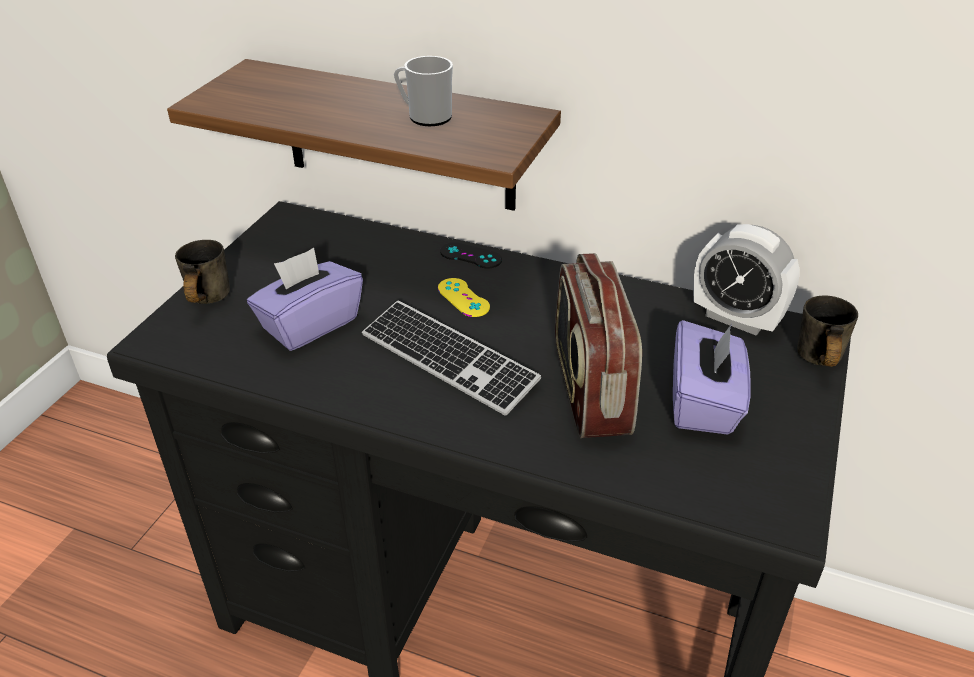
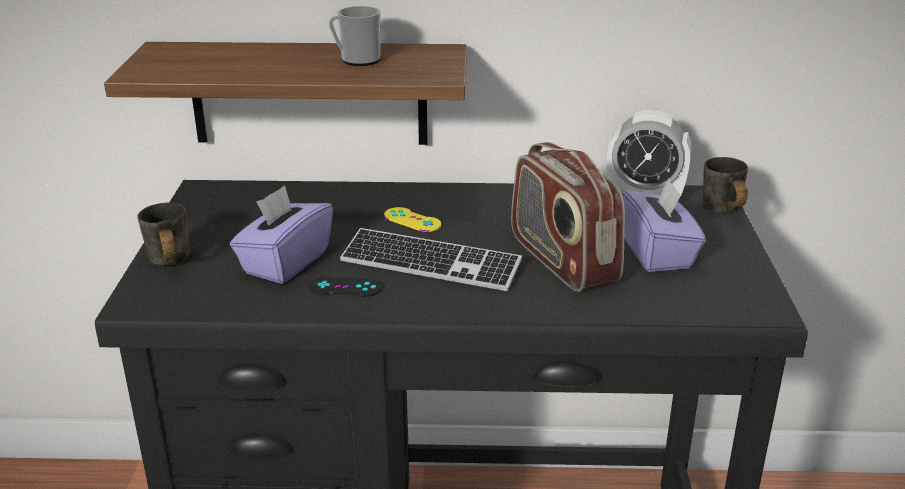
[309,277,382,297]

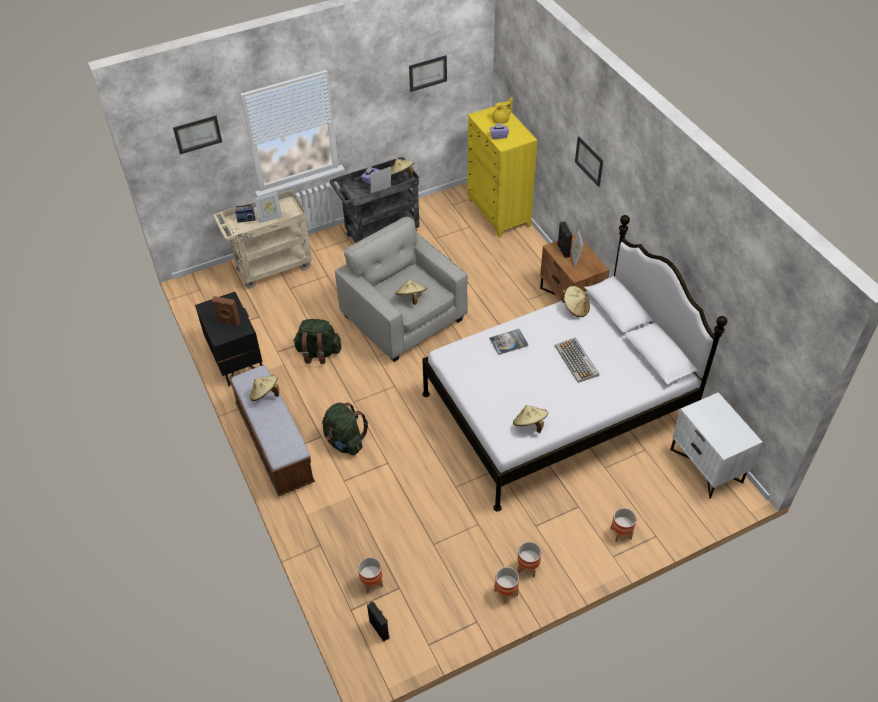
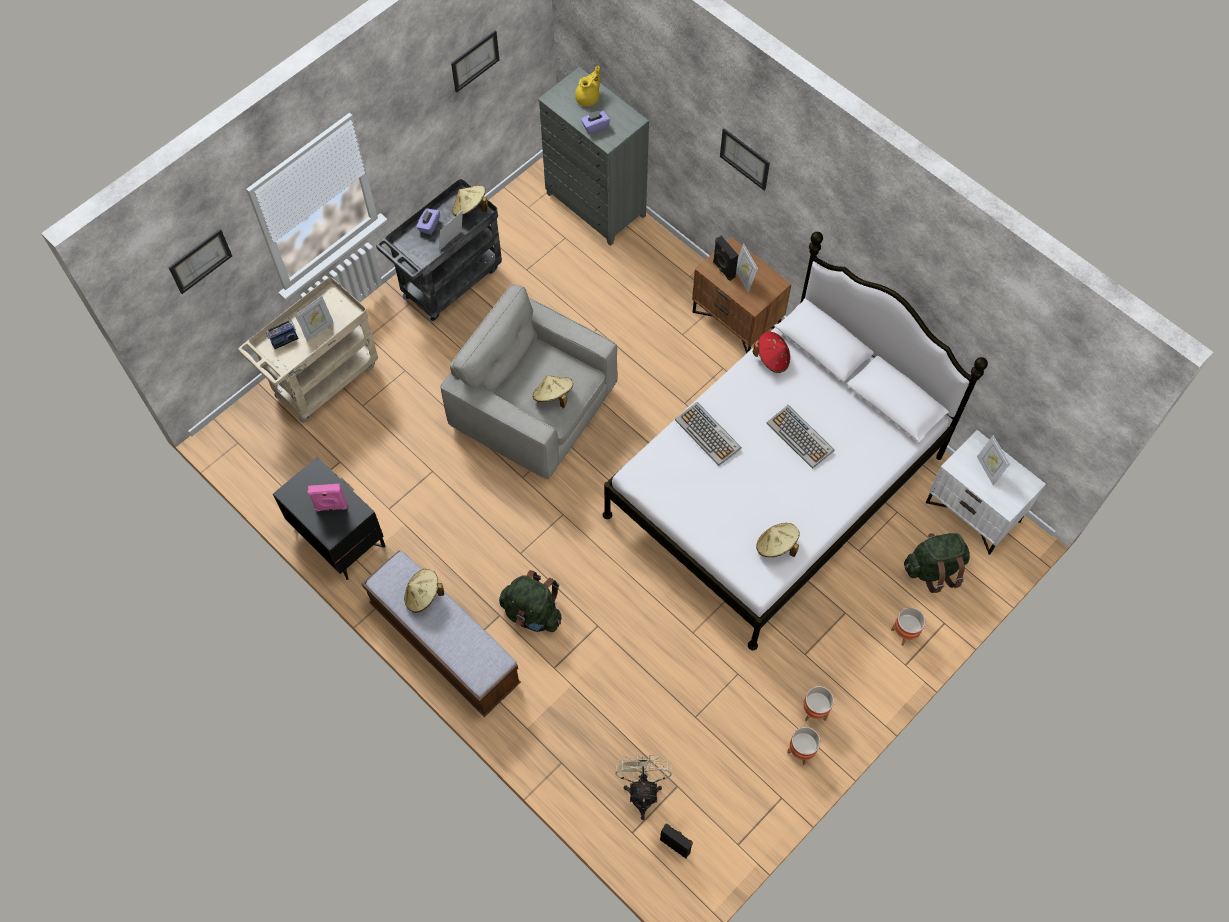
[308,484,347,511]
[904,533,970,593]
[616,754,672,820]
[538,67,649,246]
[675,402,741,466]
[753,331,790,373]
[977,435,1010,485]

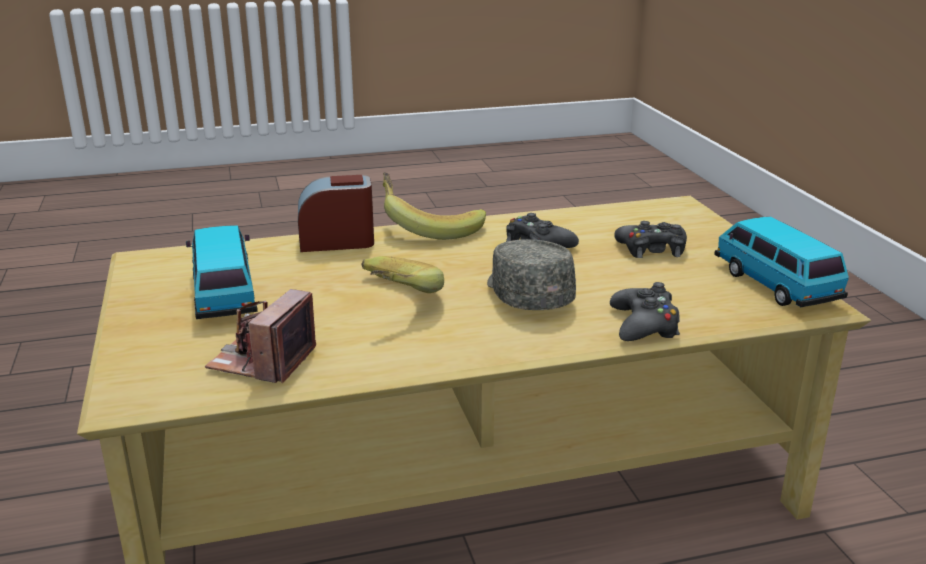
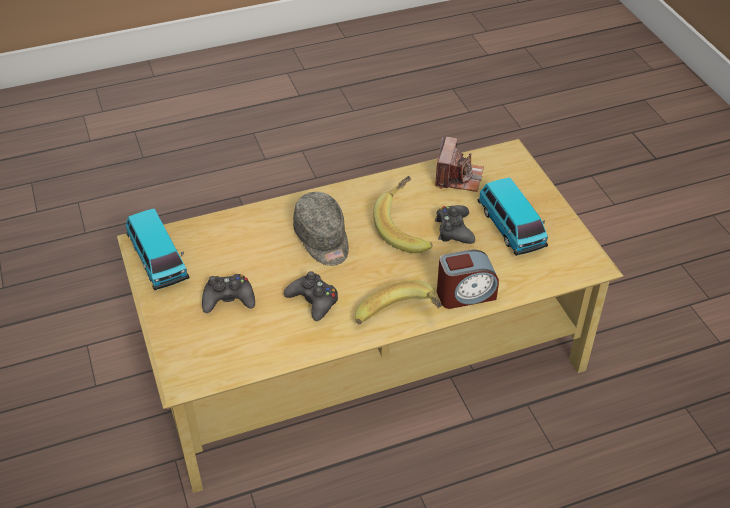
[435,205,475,244]

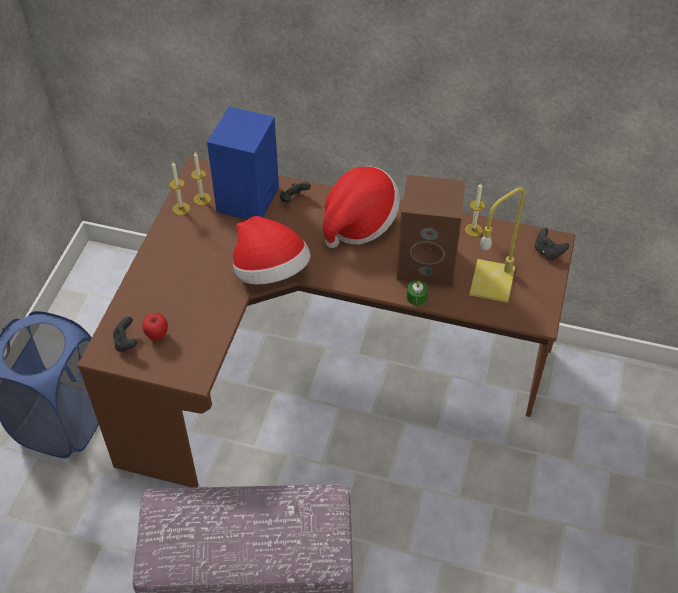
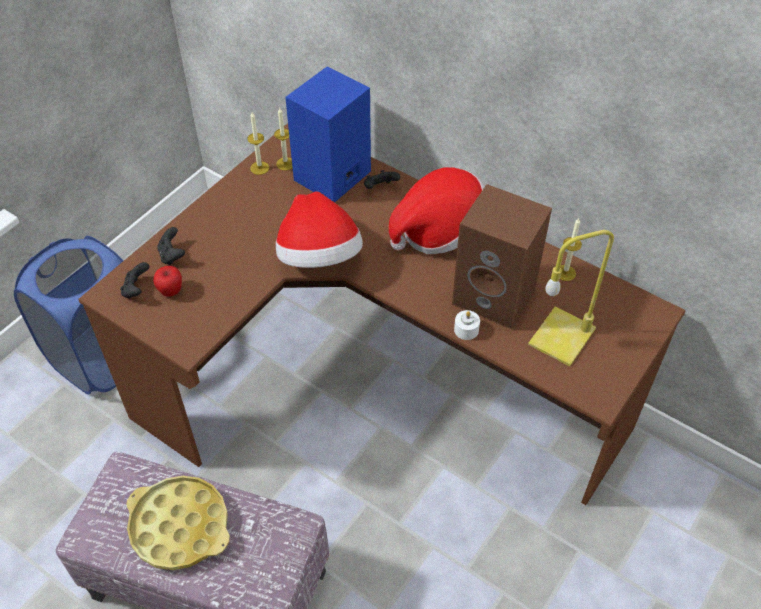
[454,310,480,340]
[157,227,185,265]
[126,476,230,570]

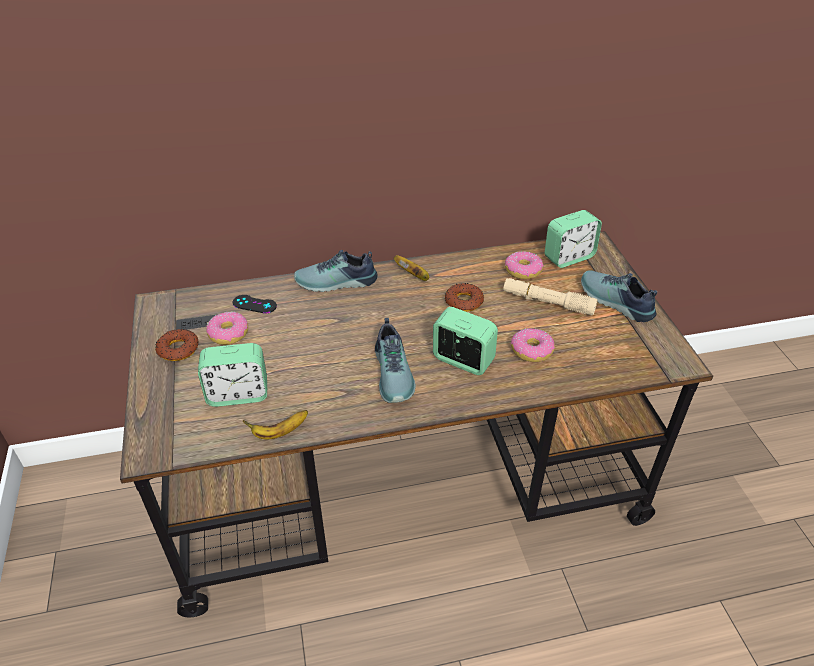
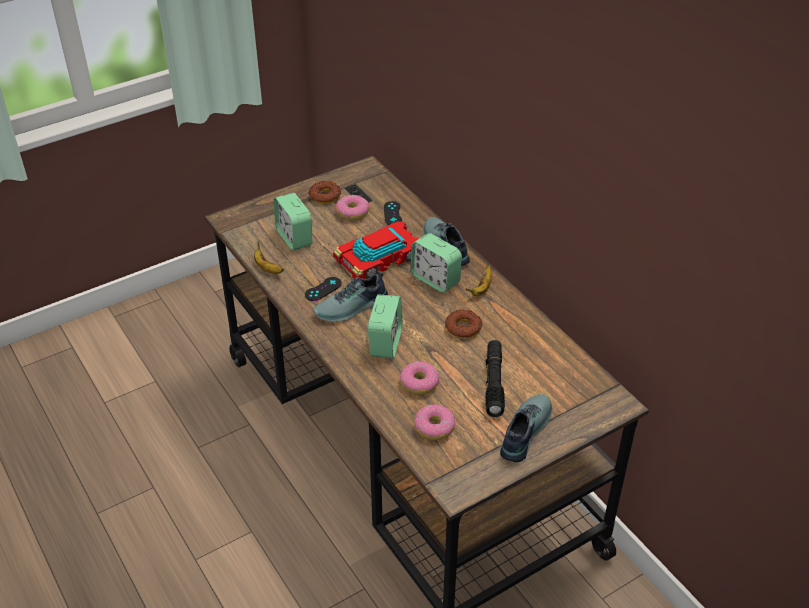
[485,340,505,417]
[414,404,455,440]
[411,233,462,293]
[305,277,342,301]
[333,221,419,279]

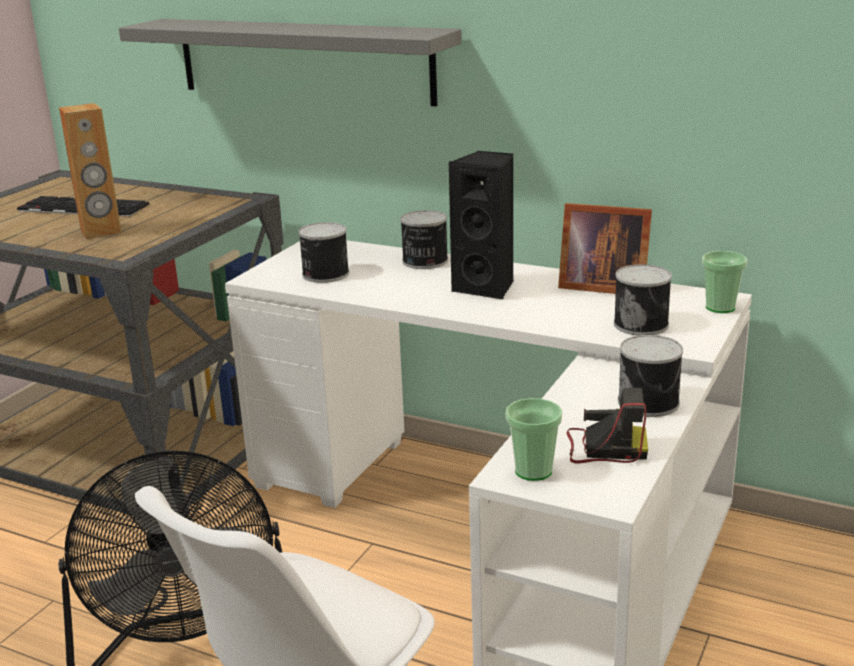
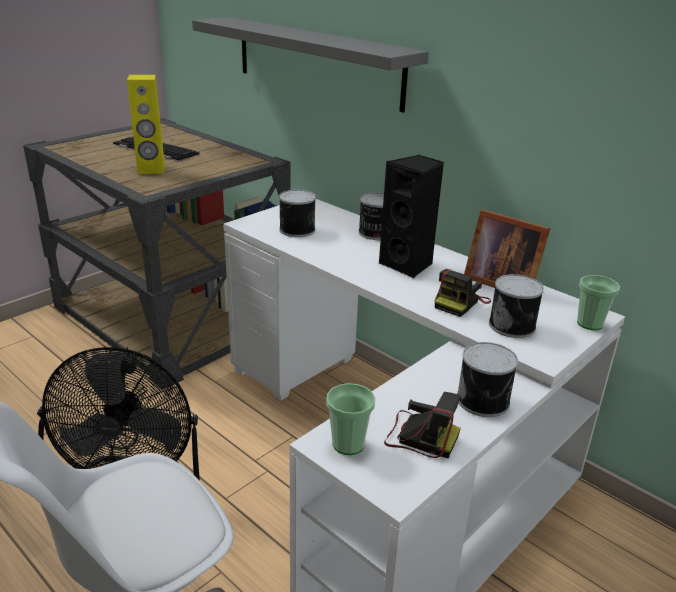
[127,75,165,174]
[435,269,491,317]

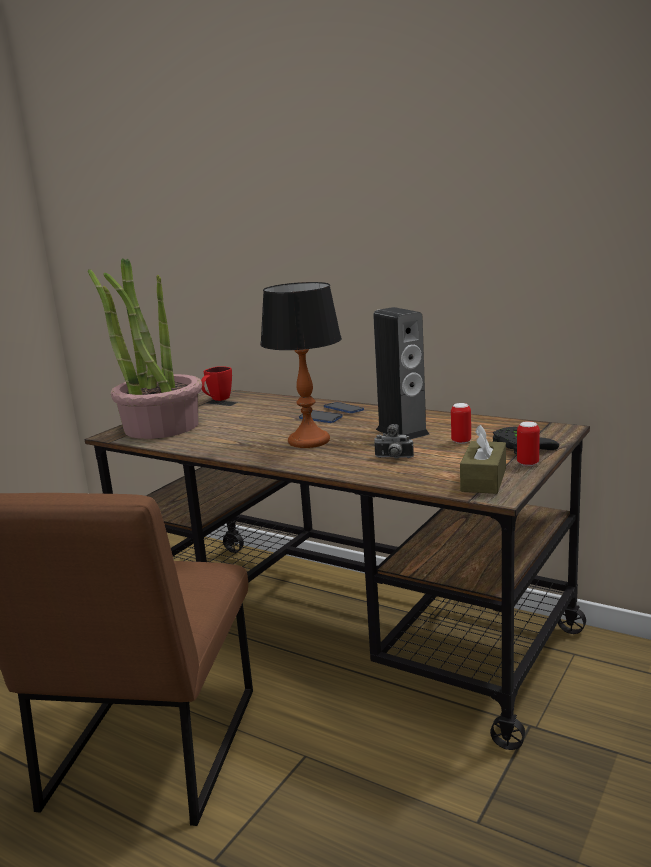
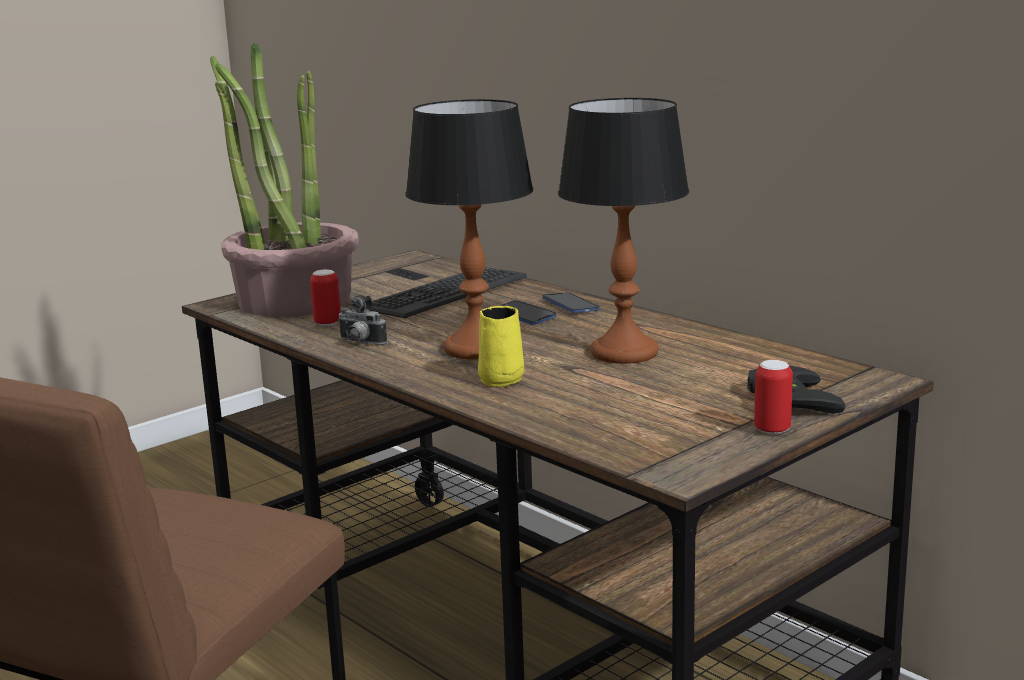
[201,366,232,401] (first image)
[558,98,689,364]
[338,295,387,345]
[310,269,341,326]
[460,425,506,494] (first image)
[368,267,527,318]
[478,306,524,387]

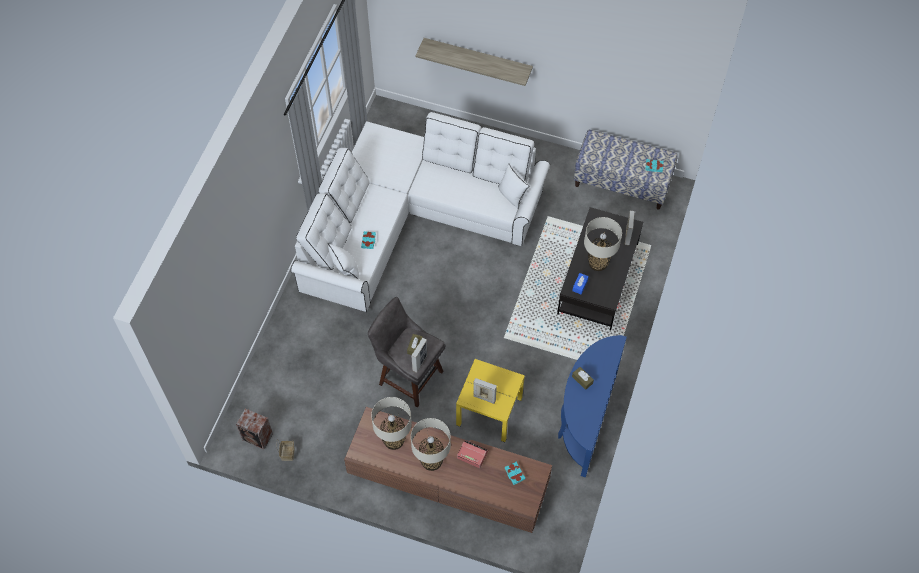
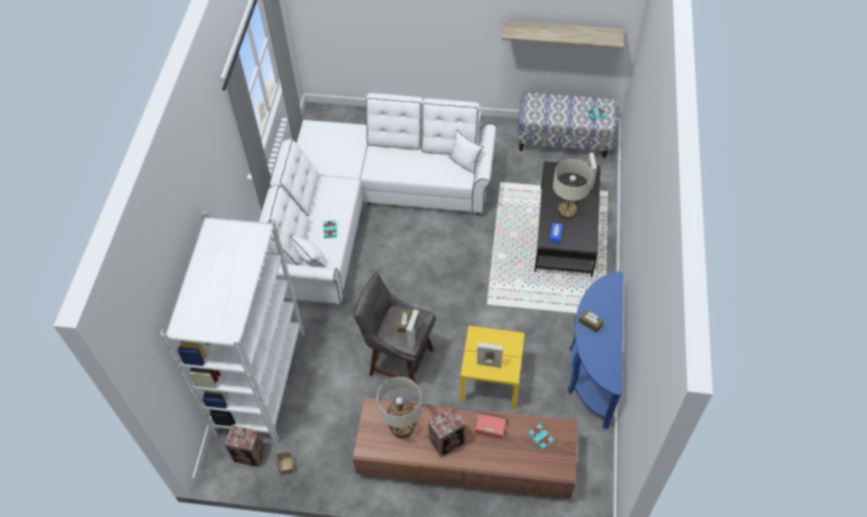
[428,407,466,457]
[502,21,624,48]
[160,212,304,443]

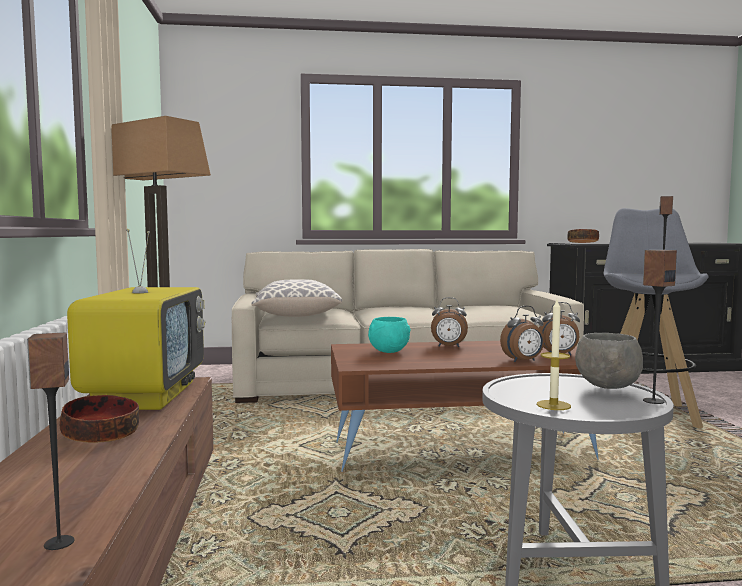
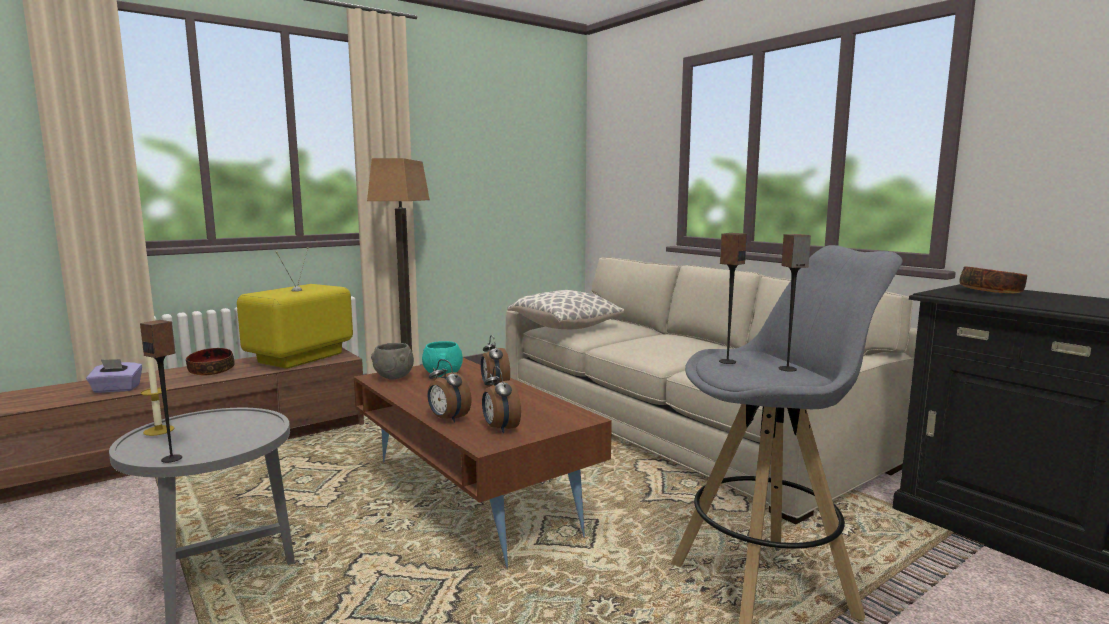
[719,233,747,364]
[237,247,353,369]
[371,343,414,379]
[86,359,142,393]

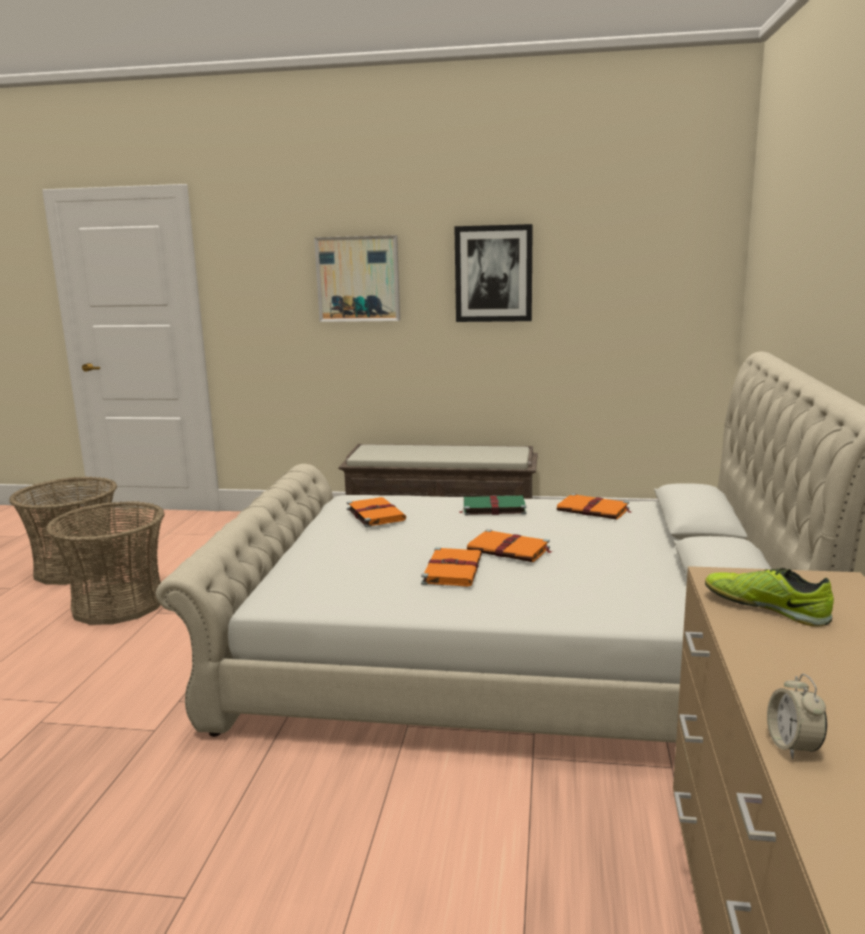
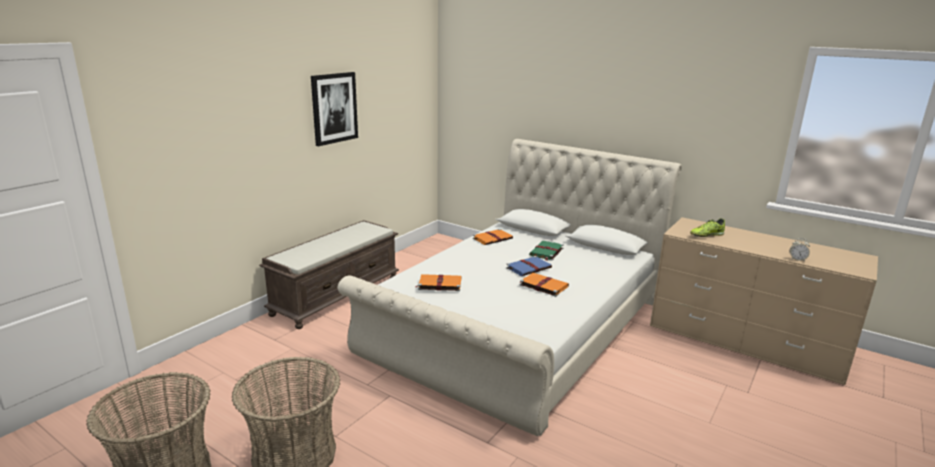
[314,235,400,322] (first image)
[529,241,564,261]
[506,256,552,276]

